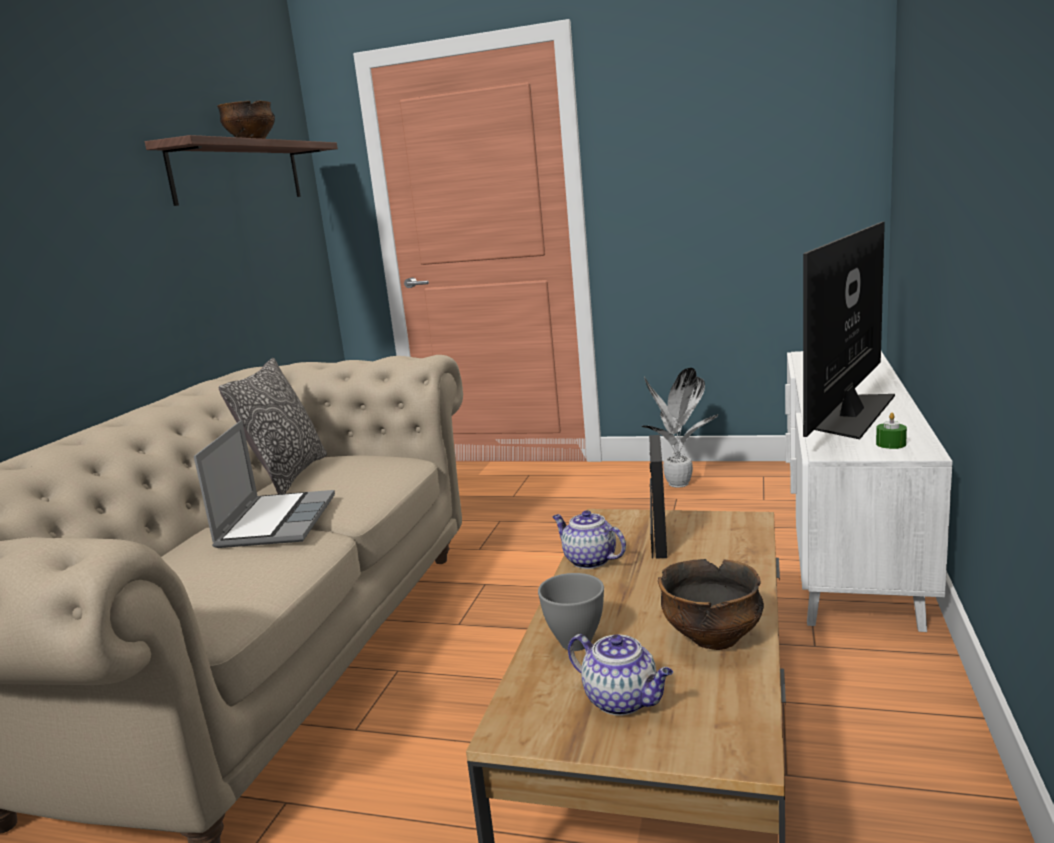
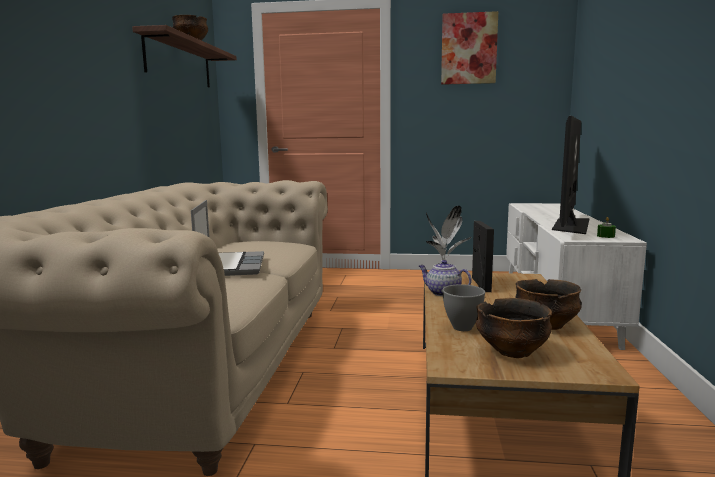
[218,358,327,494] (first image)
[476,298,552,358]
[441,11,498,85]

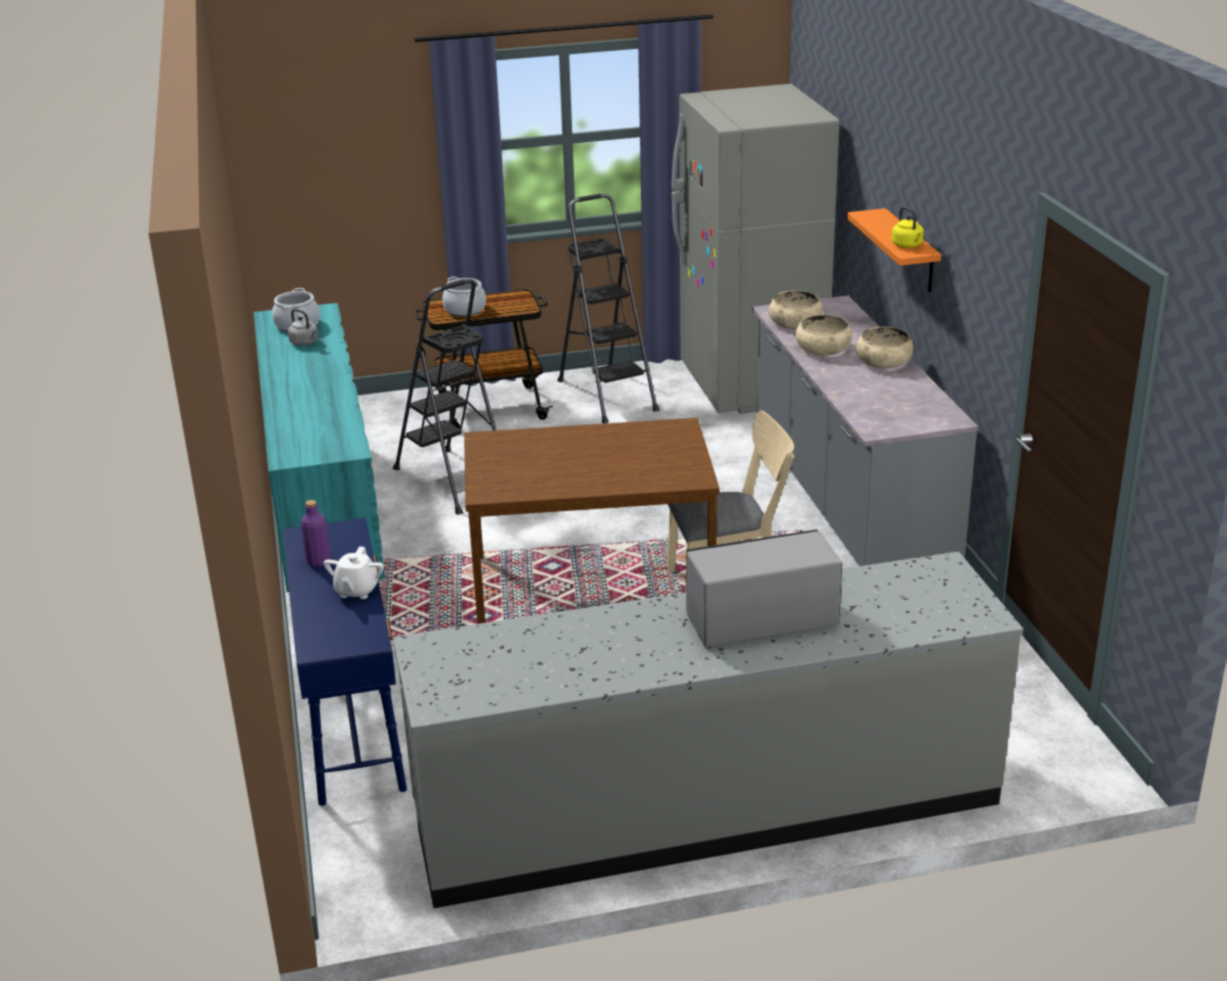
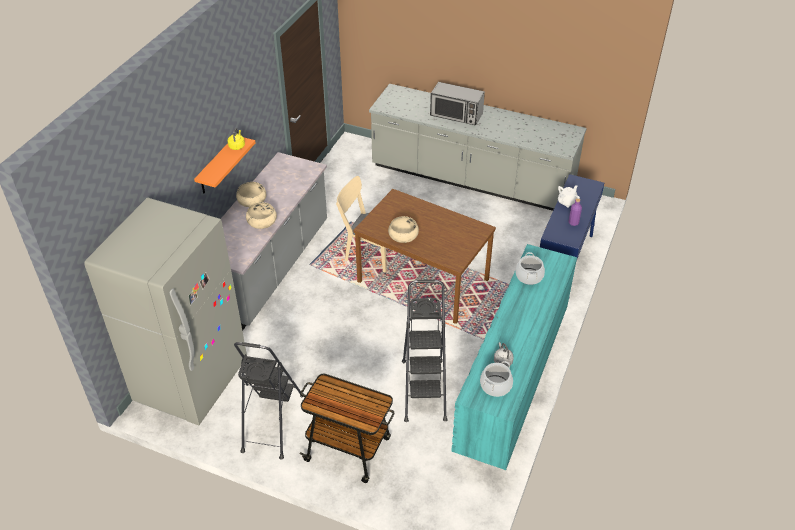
[515,252,545,285]
[388,216,419,243]

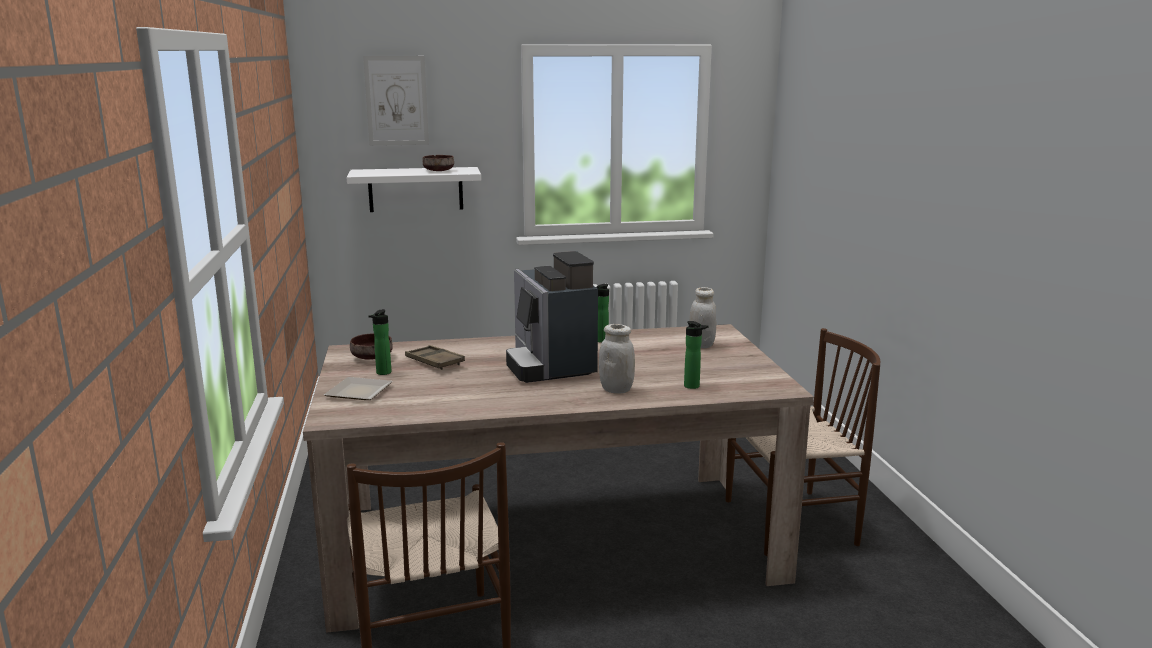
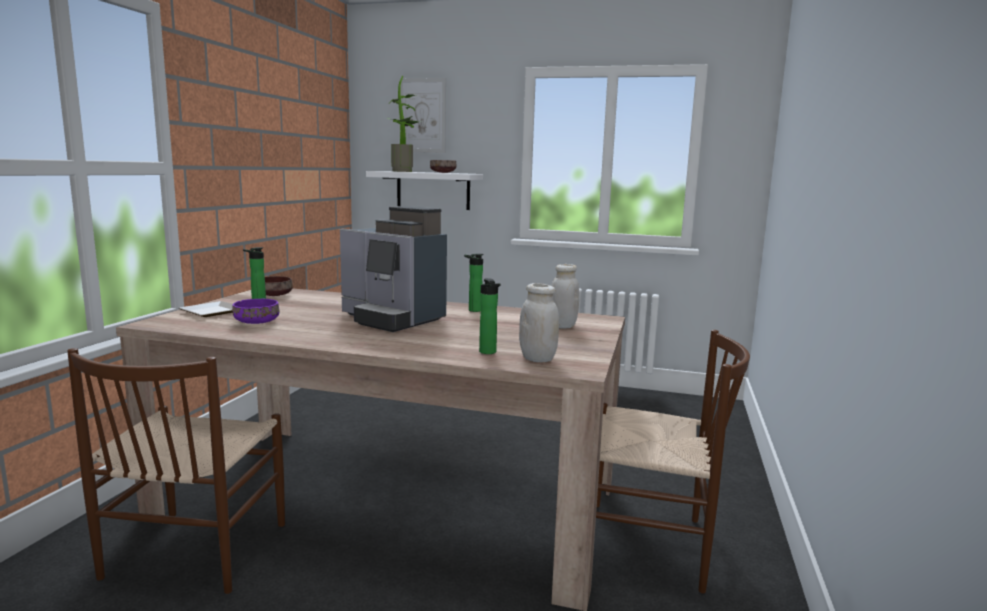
[405,345,465,370] (first image)
[340,206,447,332]
[519,283,559,362]
[232,299,279,324]
[387,76,421,172]

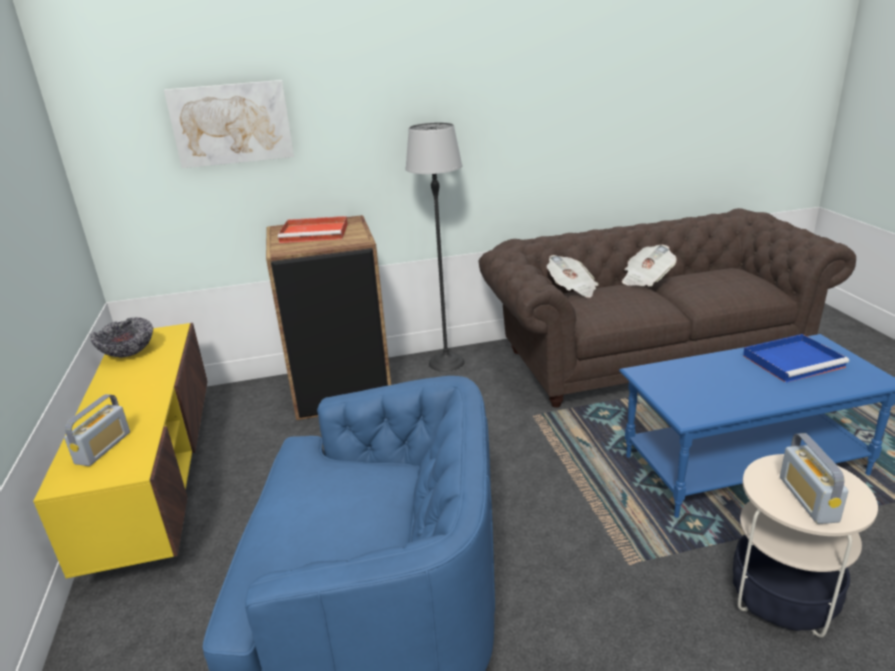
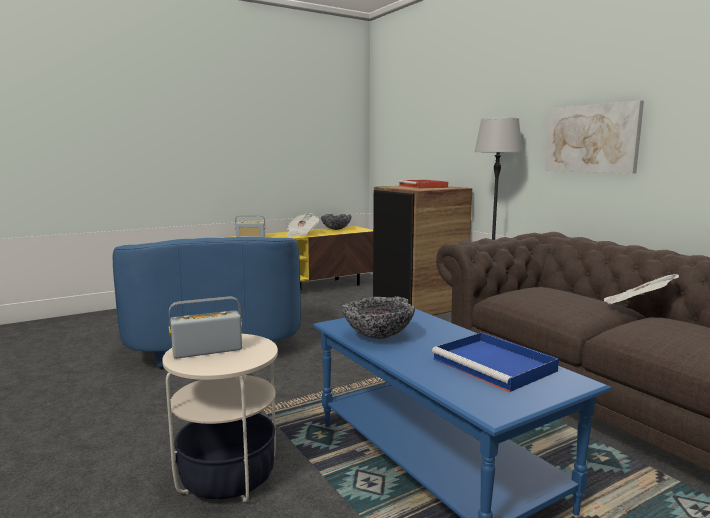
[545,100,644,174]
[286,213,319,237]
[342,296,415,339]

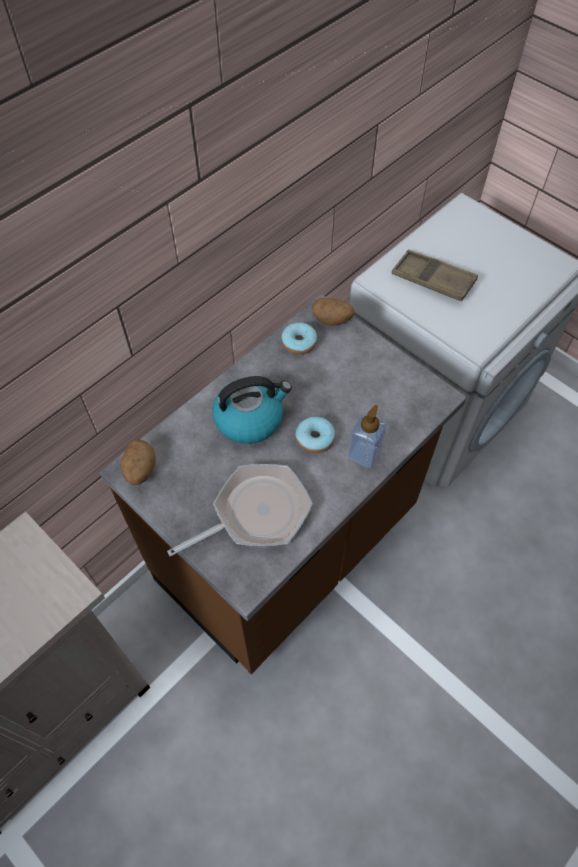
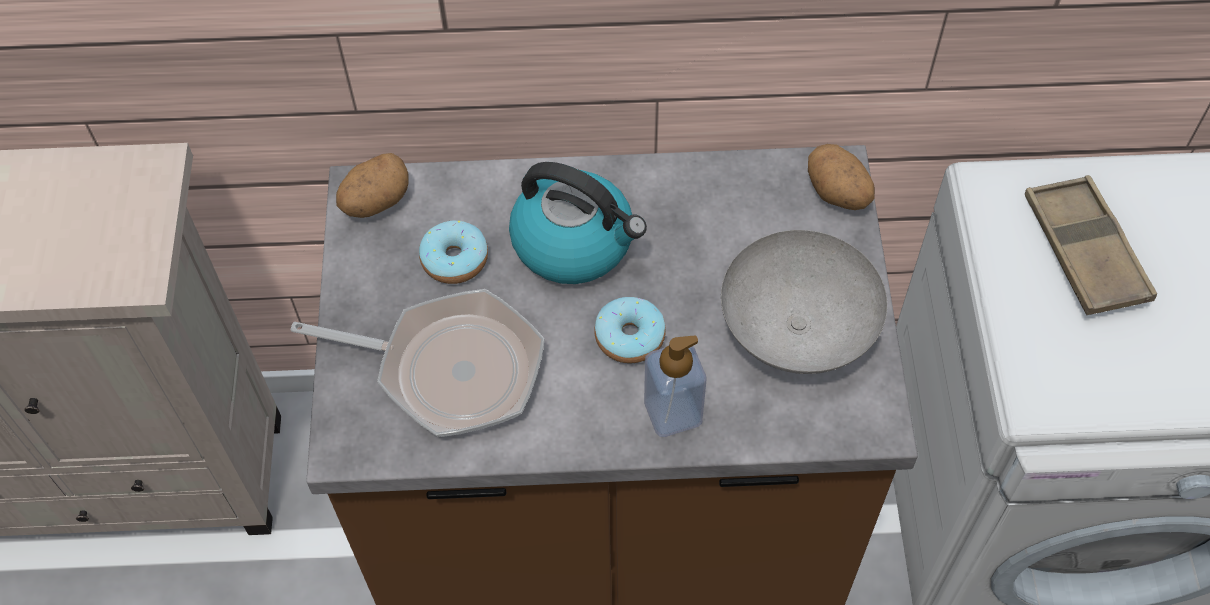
[419,221,488,284]
[721,230,887,374]

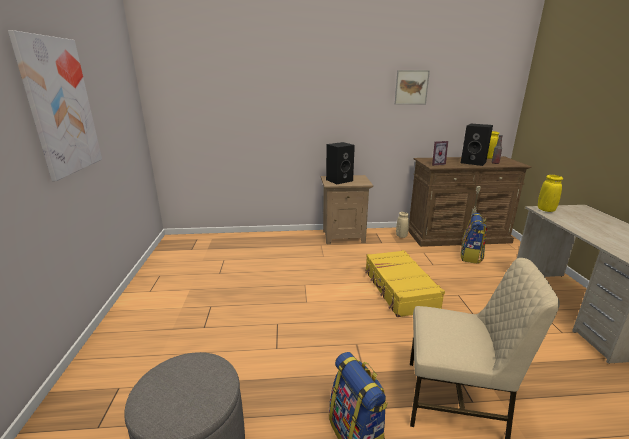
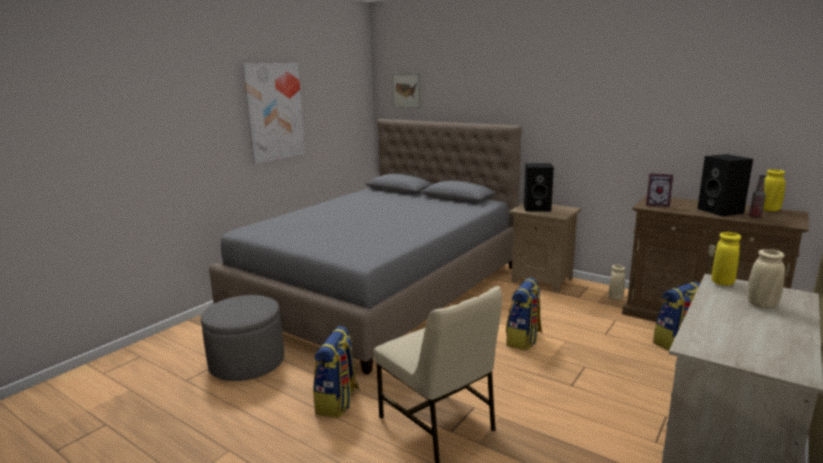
[506,277,542,350]
[392,73,420,108]
[209,119,522,375]
[747,249,785,308]

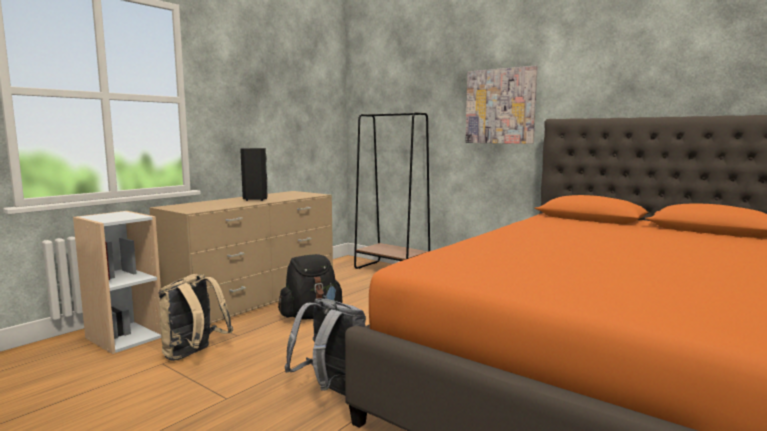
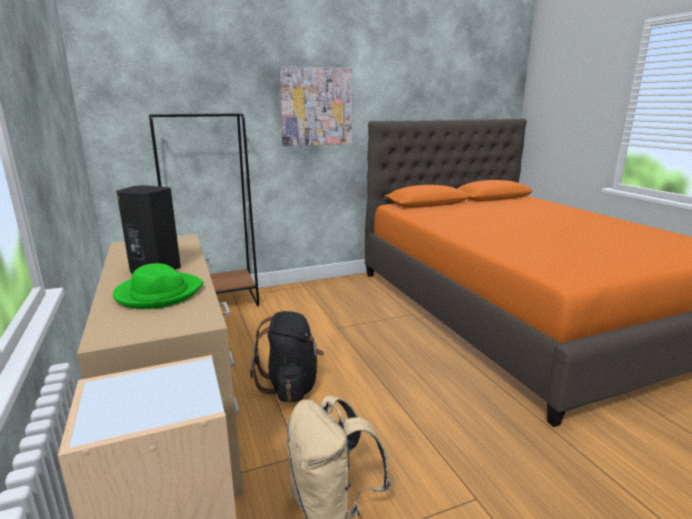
[285,298,366,396] (first image)
[113,263,204,309]

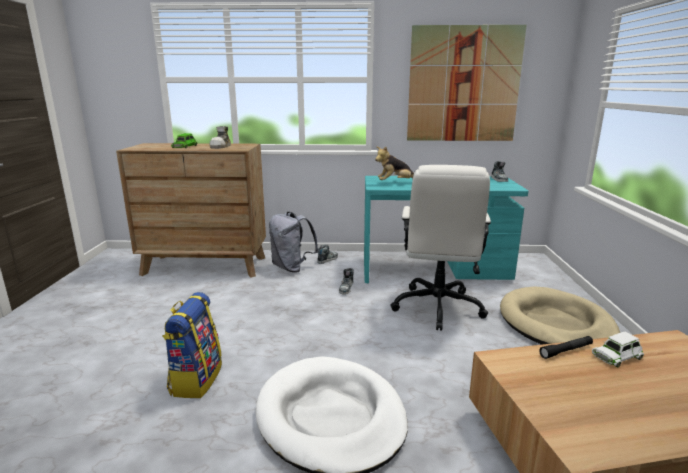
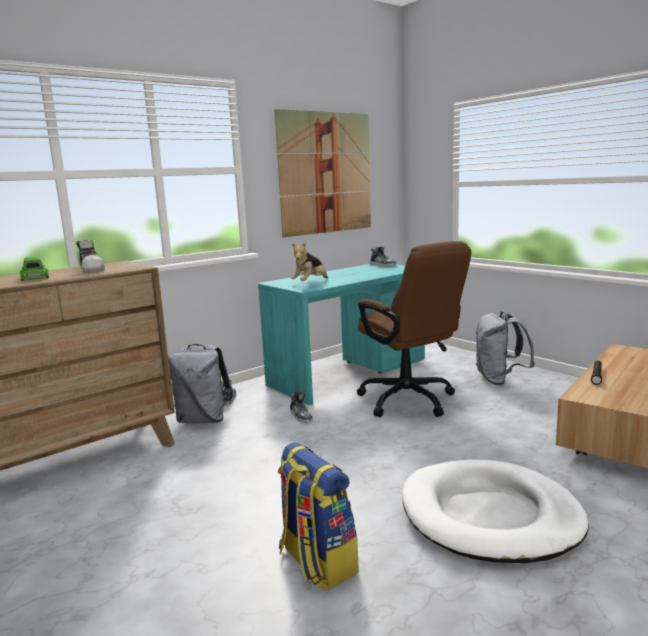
[357,241,471,417]
[476,312,535,385]
[592,332,644,367] (first image)

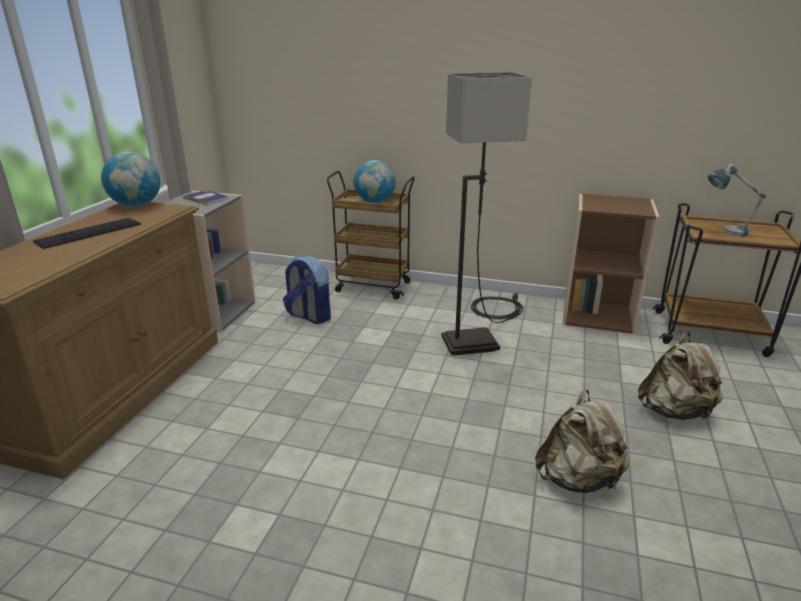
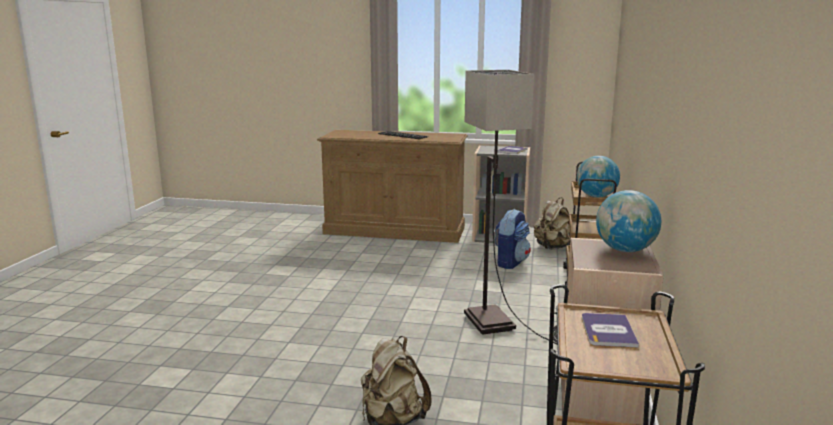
[596,190,661,252]
[534,198,571,249]
[582,313,639,348]

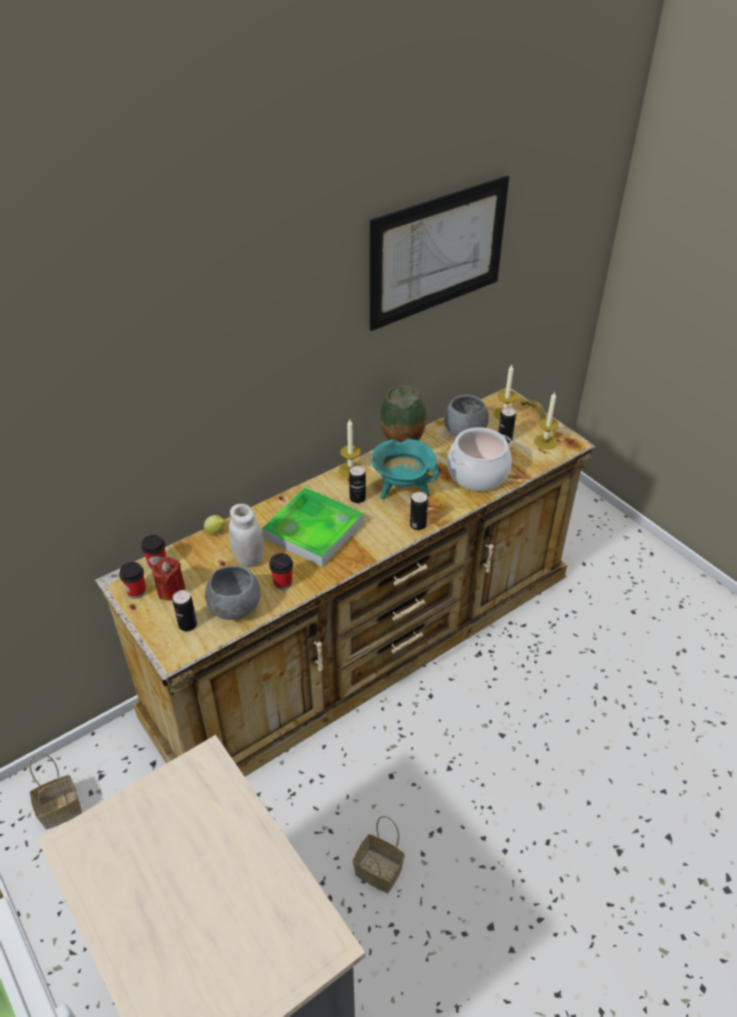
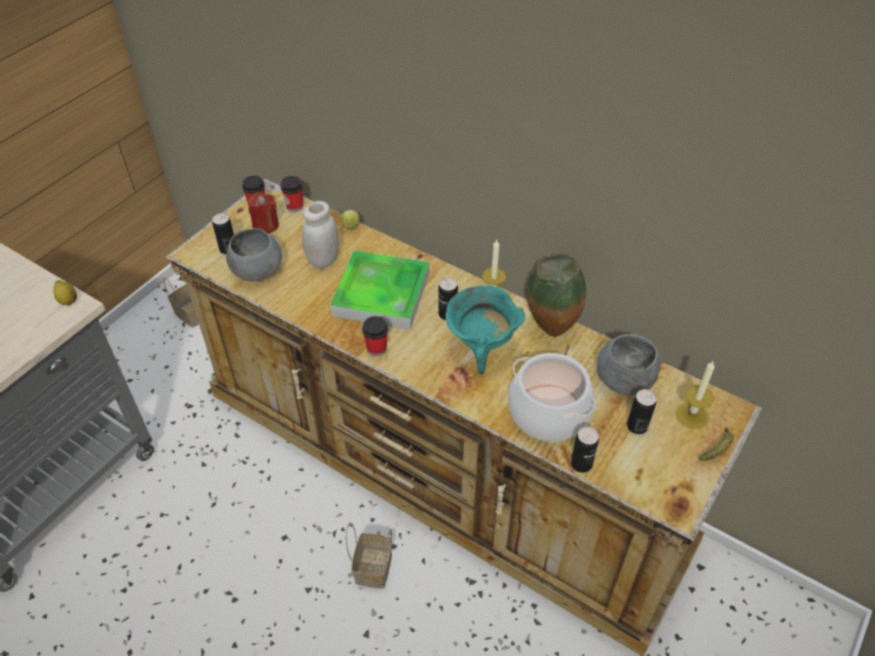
[362,316,388,356]
[346,522,392,589]
[370,176,509,331] (first image)
[571,427,599,473]
[534,392,559,449] (first image)
[53,280,77,305]

